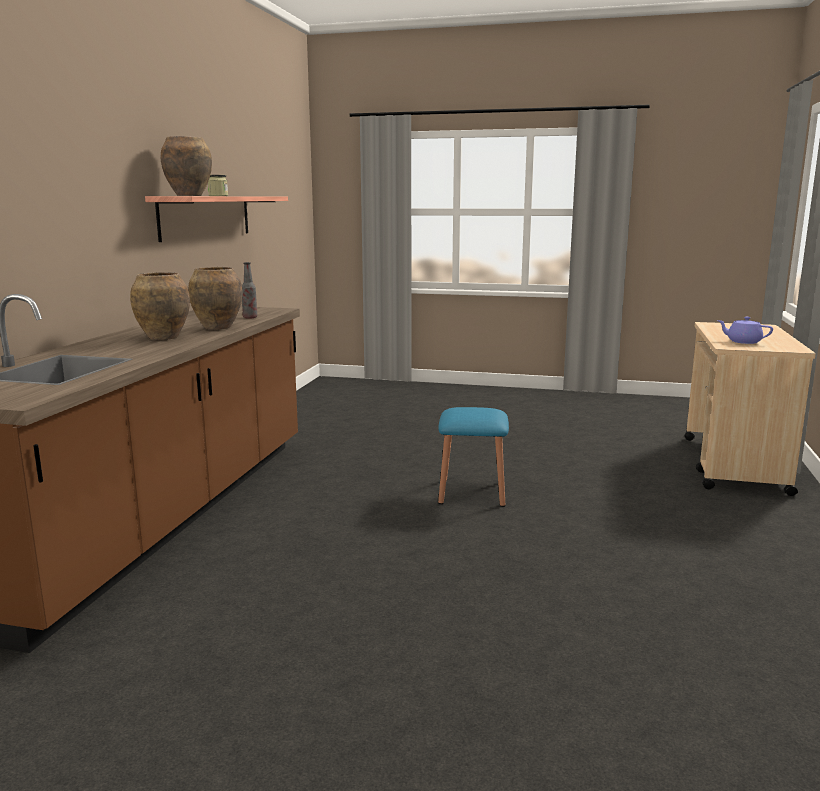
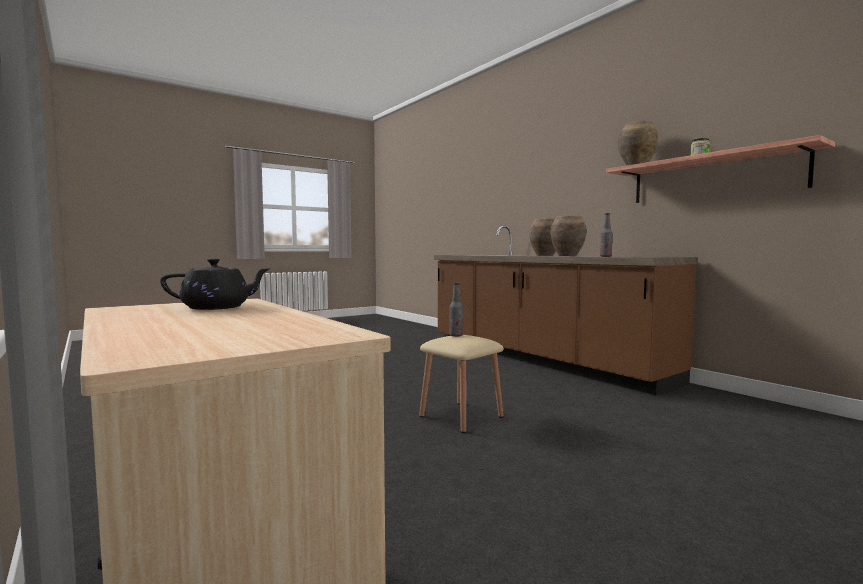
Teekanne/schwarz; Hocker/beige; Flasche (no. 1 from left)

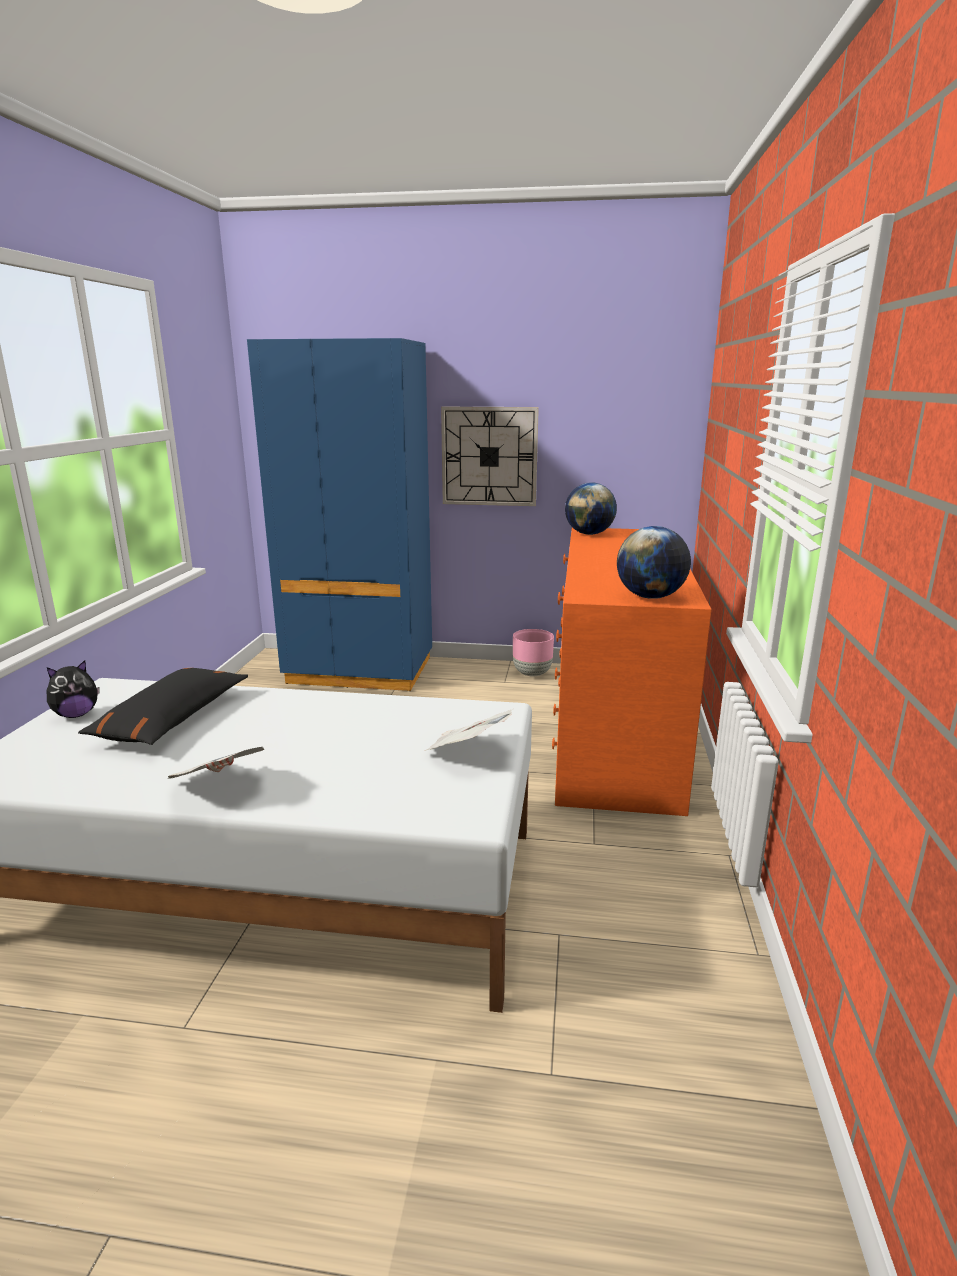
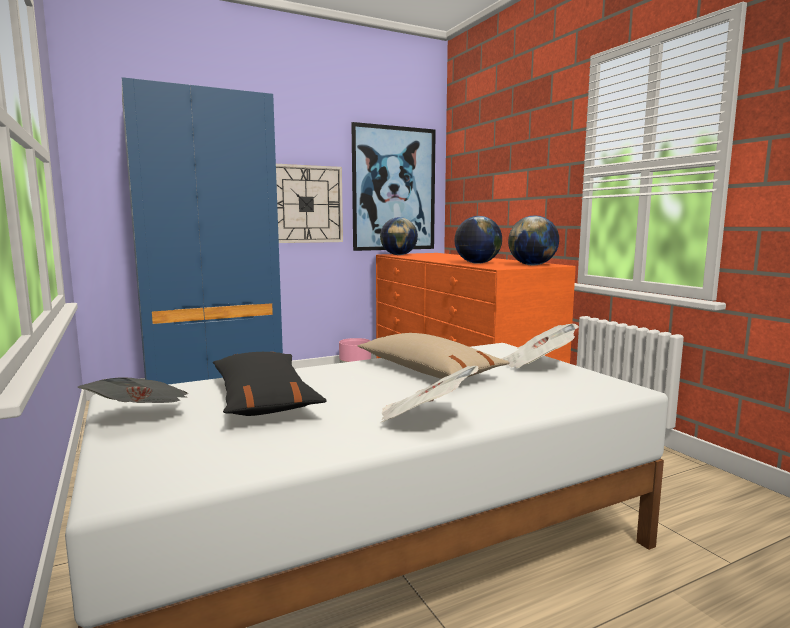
Zeitung (no. 1 from left); Bild; Globus (no. 2 from left); Kissen/beige

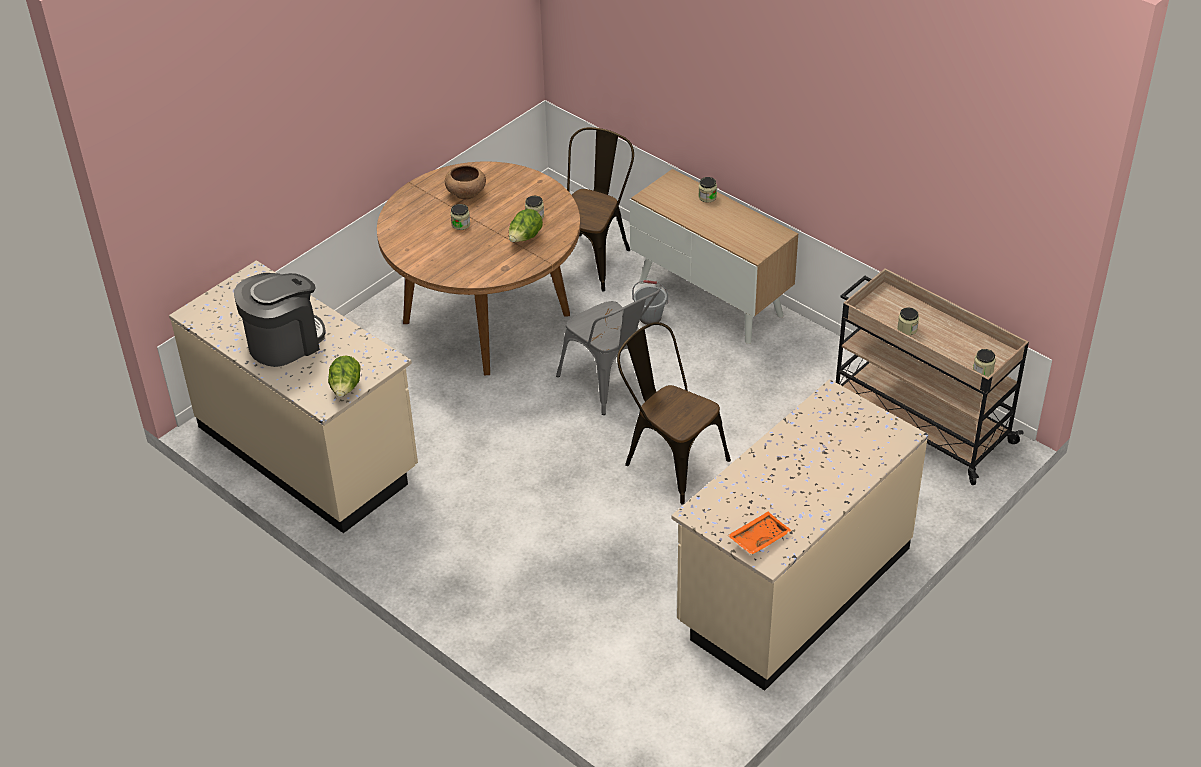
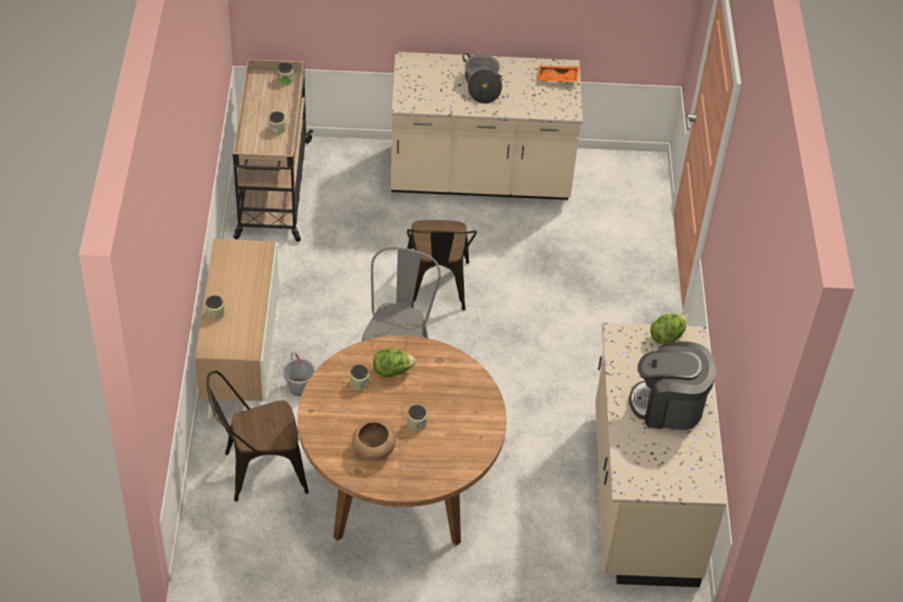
Kochtopf

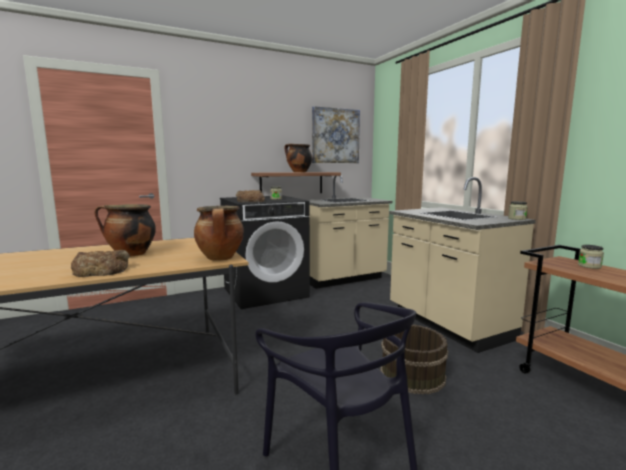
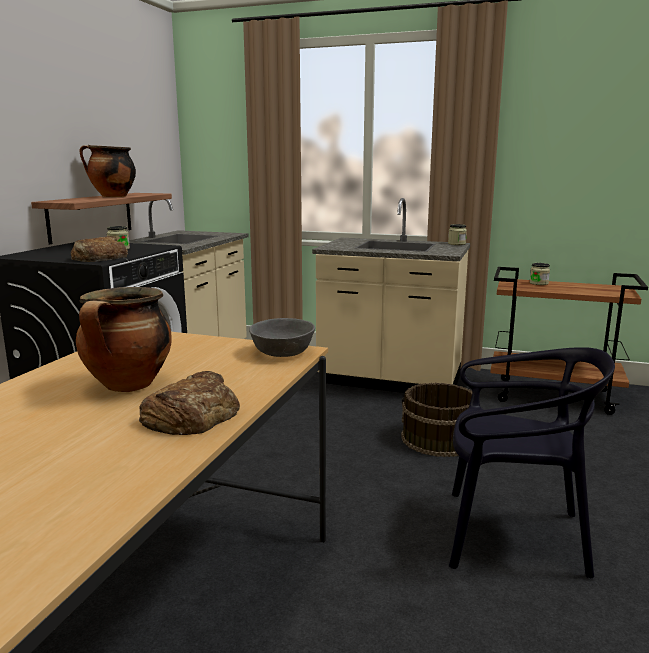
Bild; Schüssel/grau

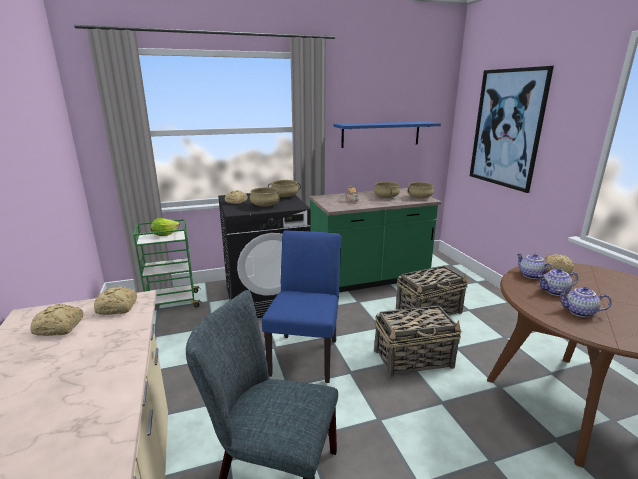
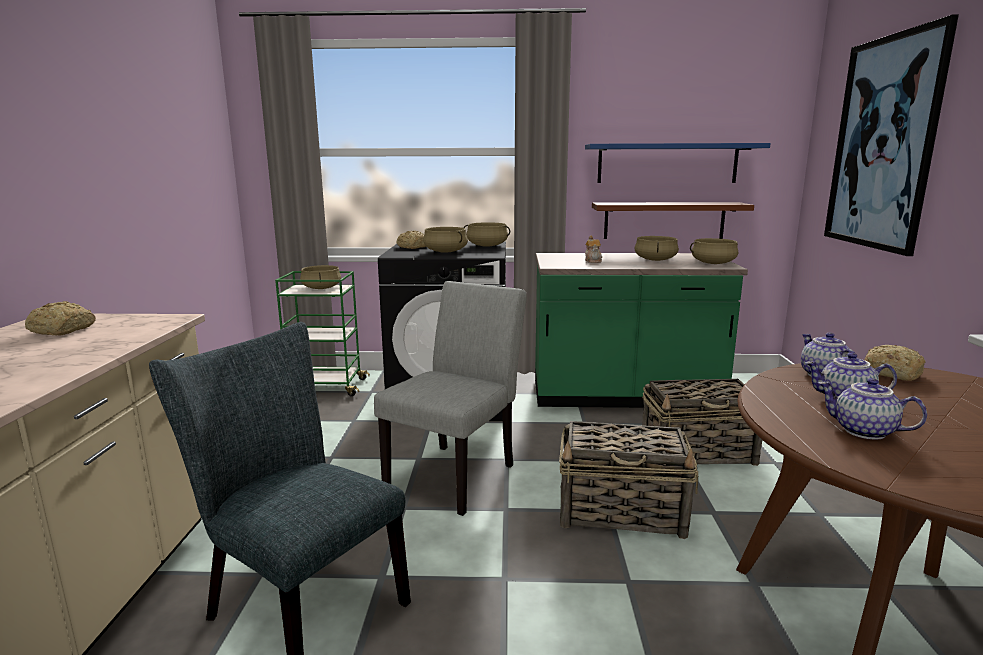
Kochtopf/beige (no. 1 from left); Stuhl/grau (no. 2 from left); Brot (no. 2 from left in the first image); Wandregal/braun

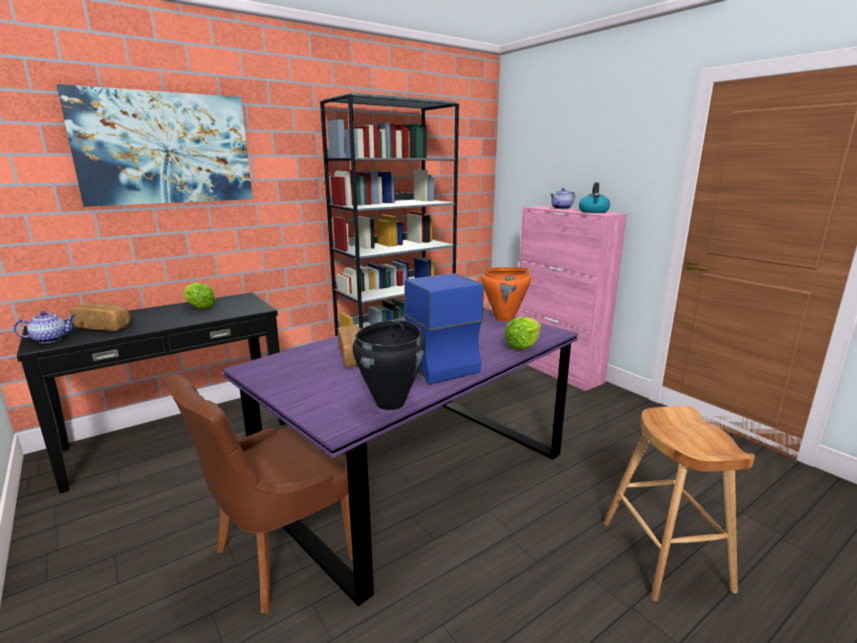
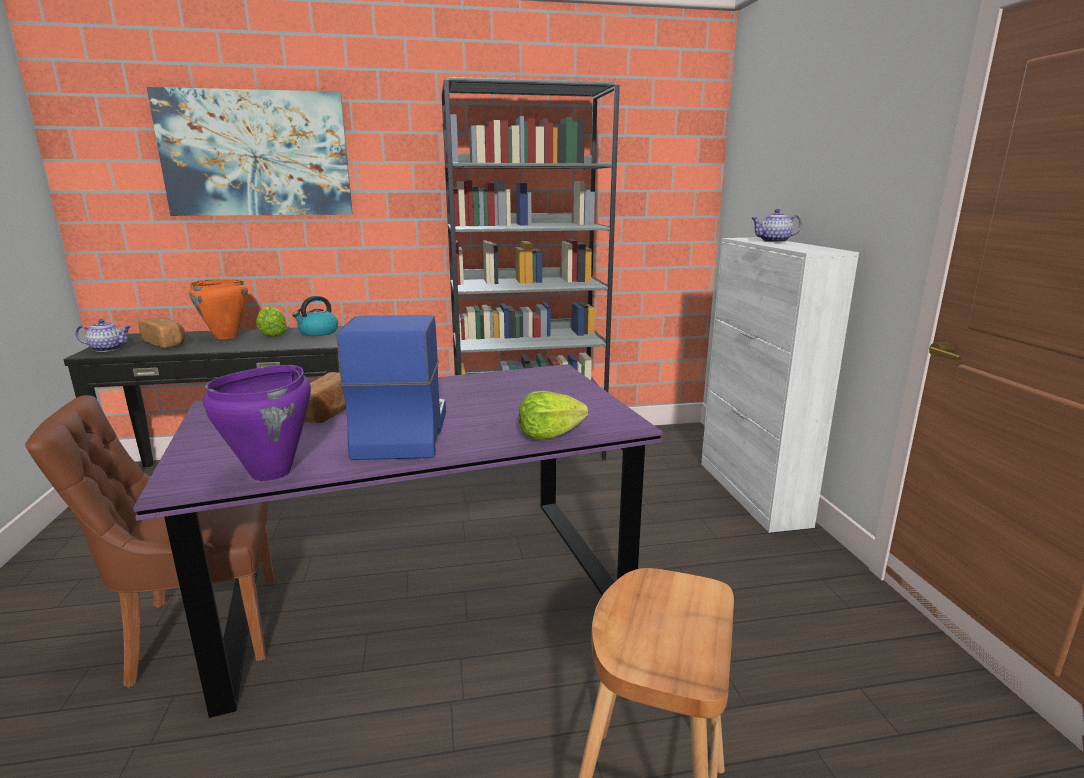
Wasserkessel; Schrank/weiß; Kochtopf/orange; Kochtopf/lila

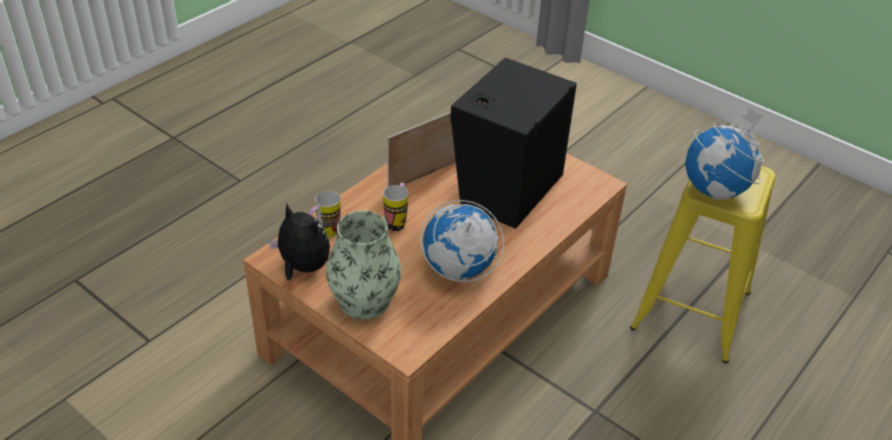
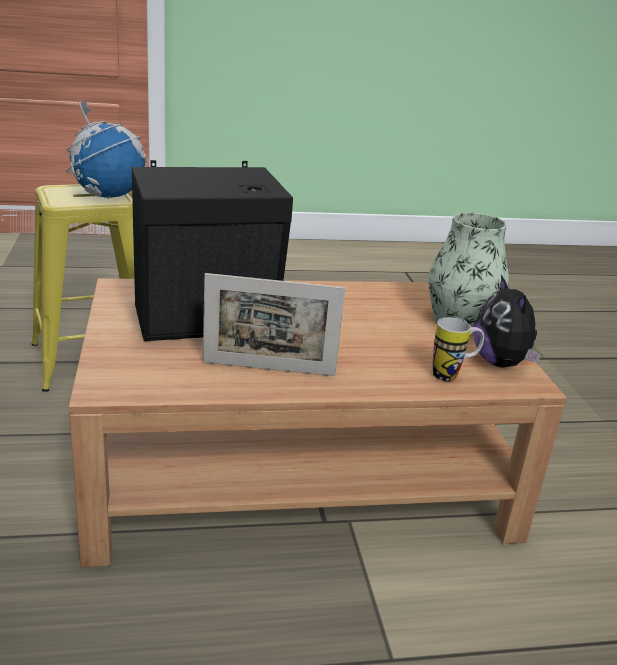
Henkelbecher (no. 2 from left in the first image); Globus (no. 1 from left in the first image)

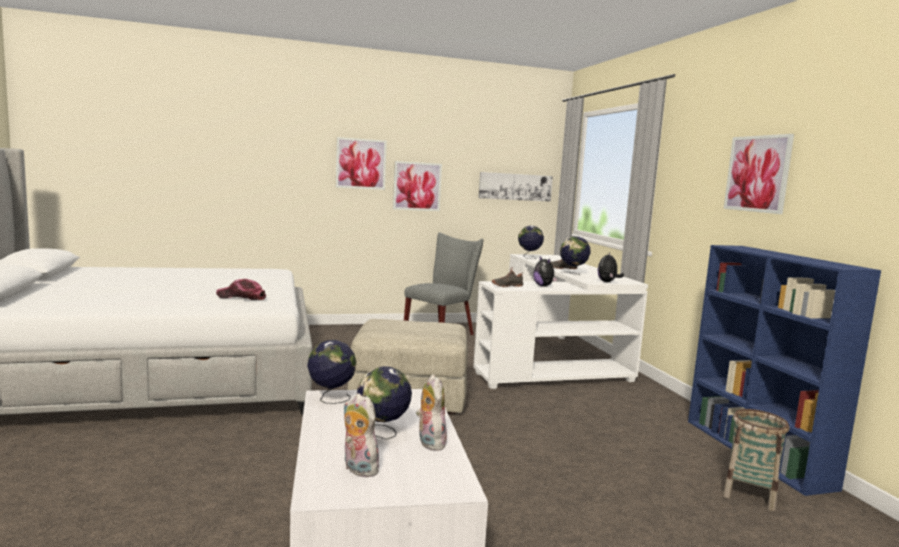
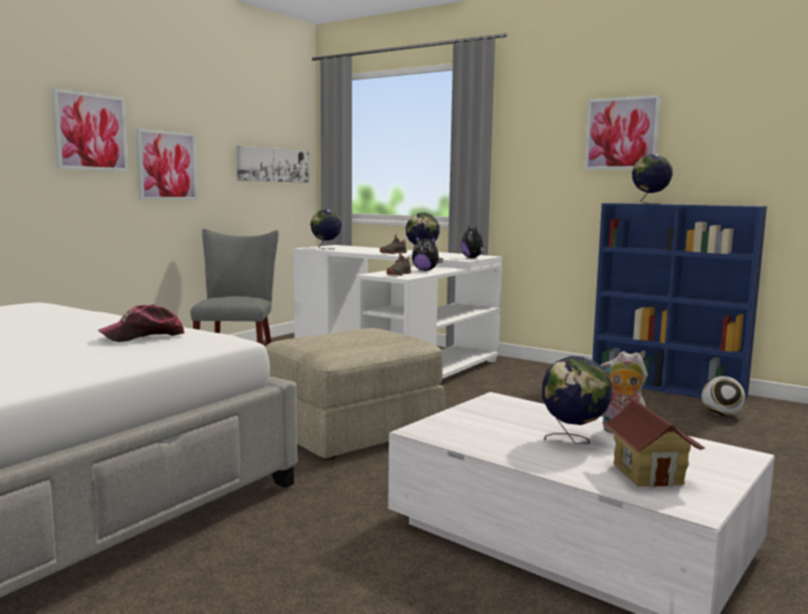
Globus (no. 4 from left); Spielzeughaus; Fußball

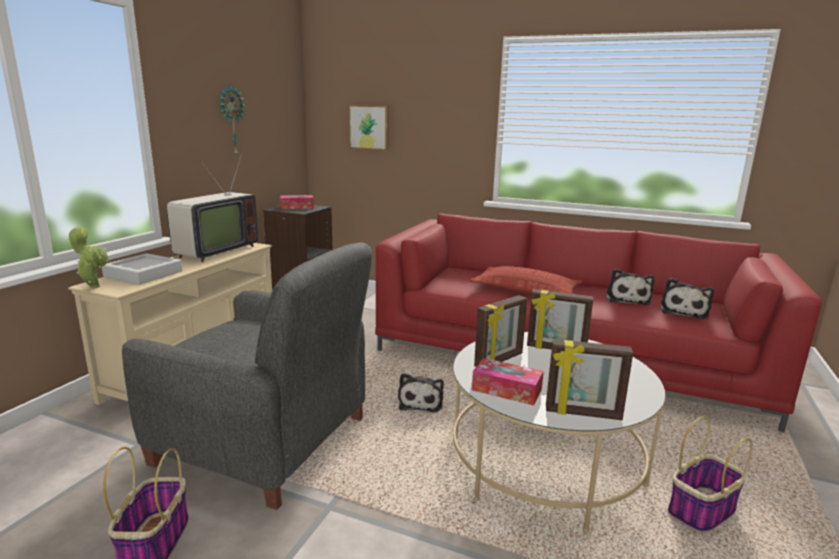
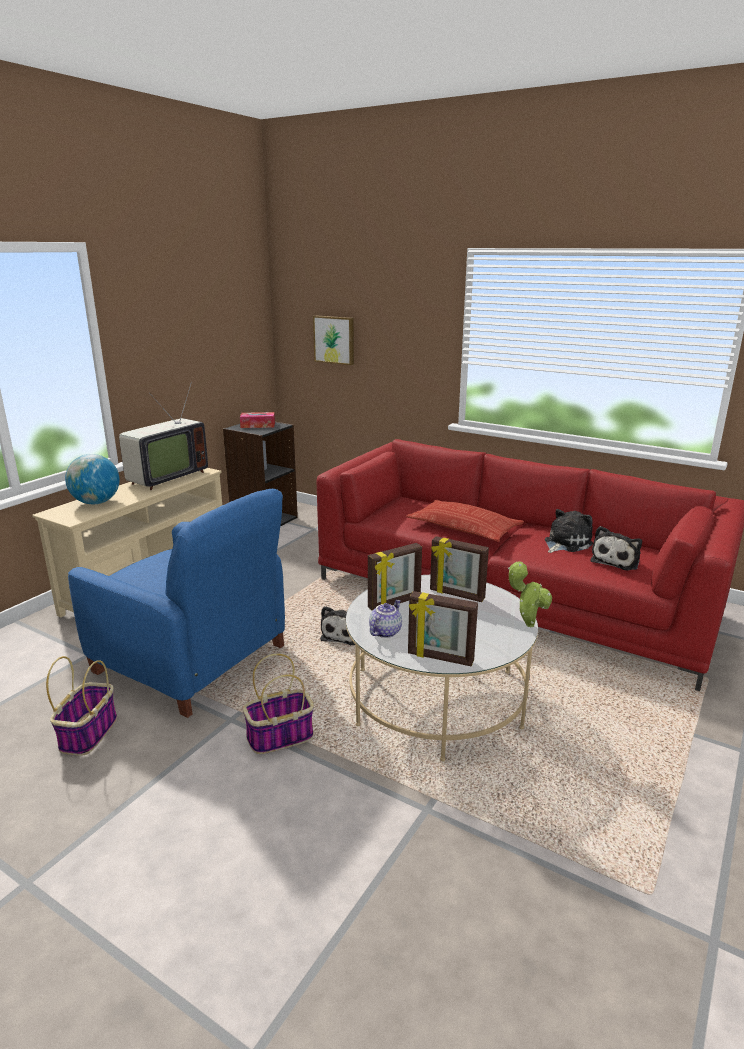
Wanduhr; Topfpflanze; Sessel/blau; Globus; Plüschtier (no. 2 from left); Teekanne; Korb (no. 2 from left)

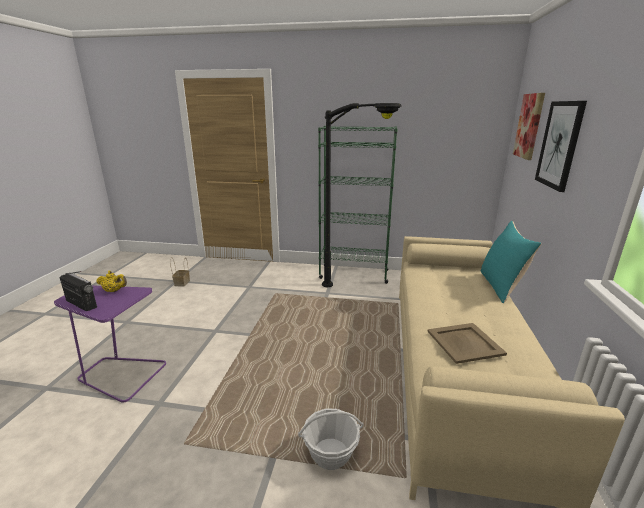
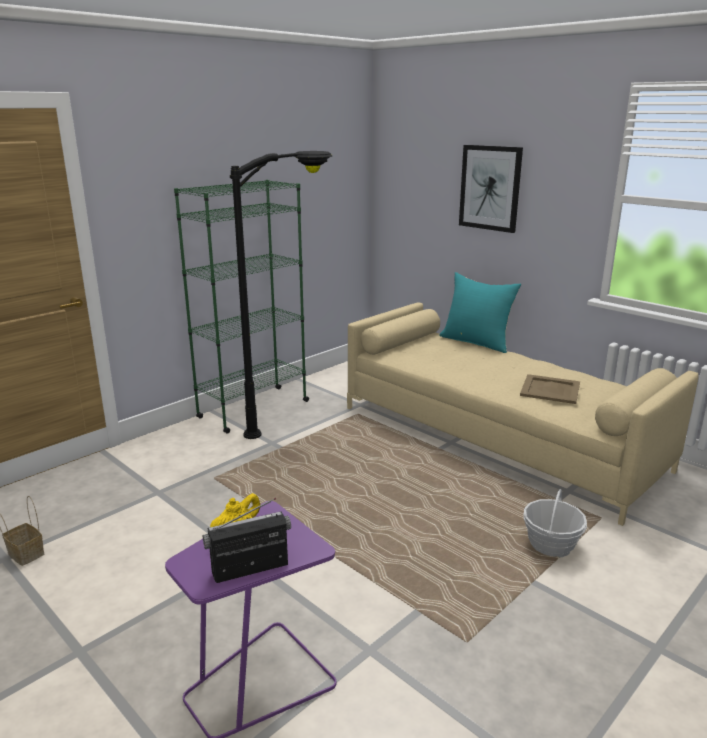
Bild (no. 1 from left in the first image)

